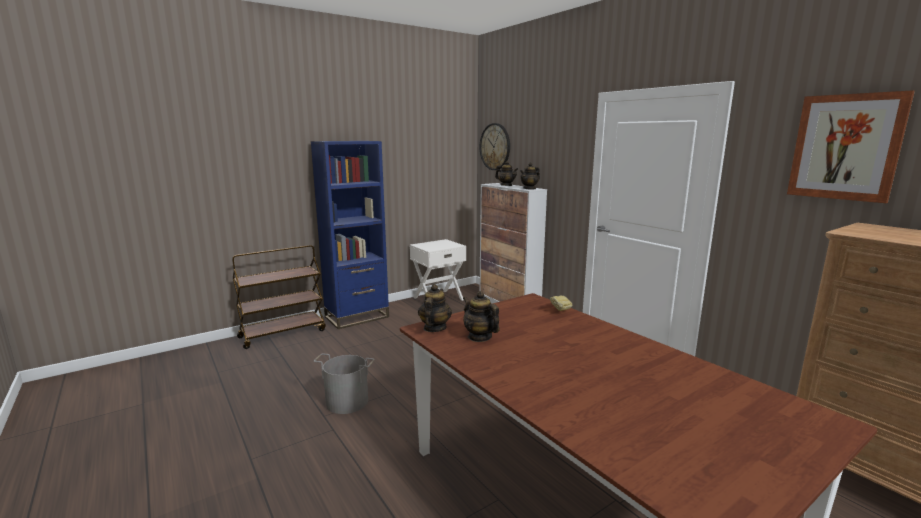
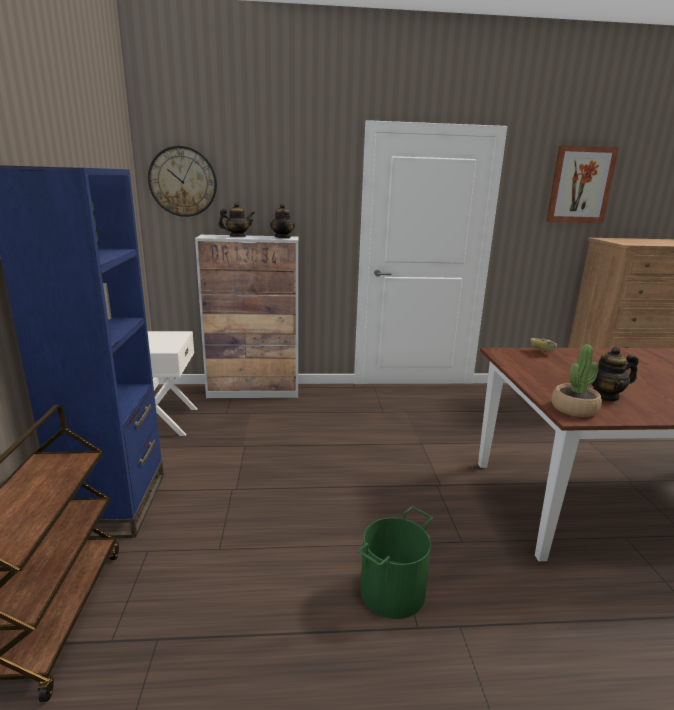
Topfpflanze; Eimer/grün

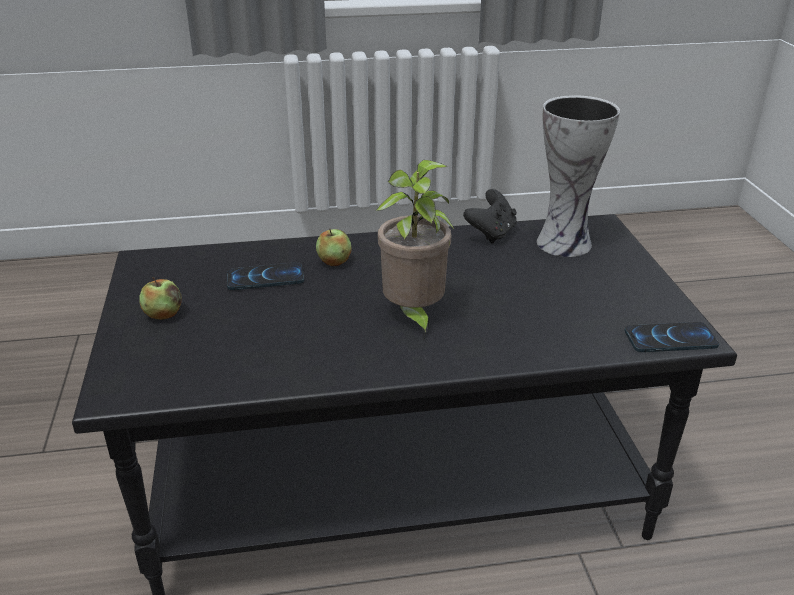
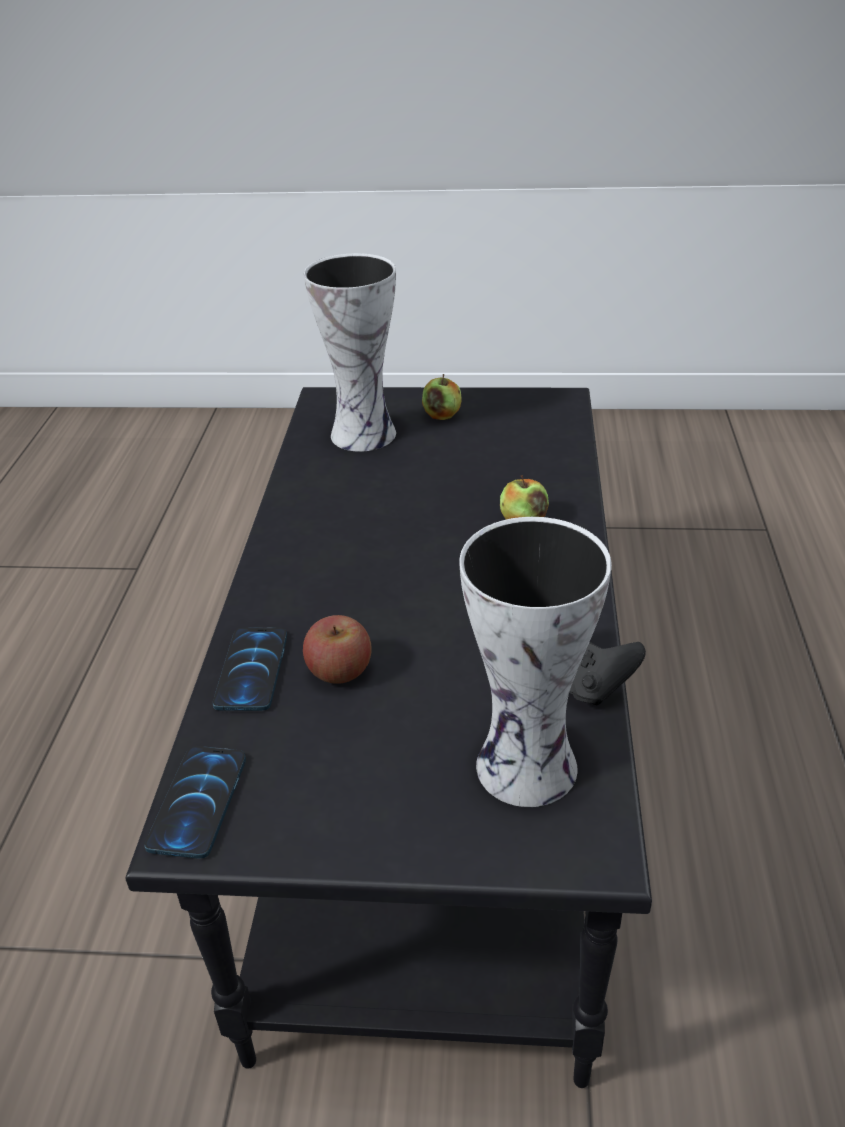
Topfpflanze; Handy (no. 2 from left); Vase (no. 1 from left); Apfel (no. 1 from left)

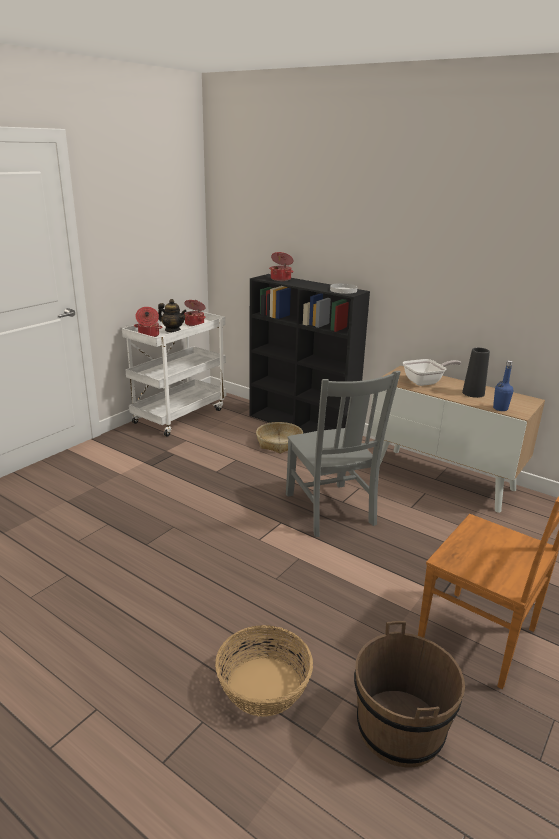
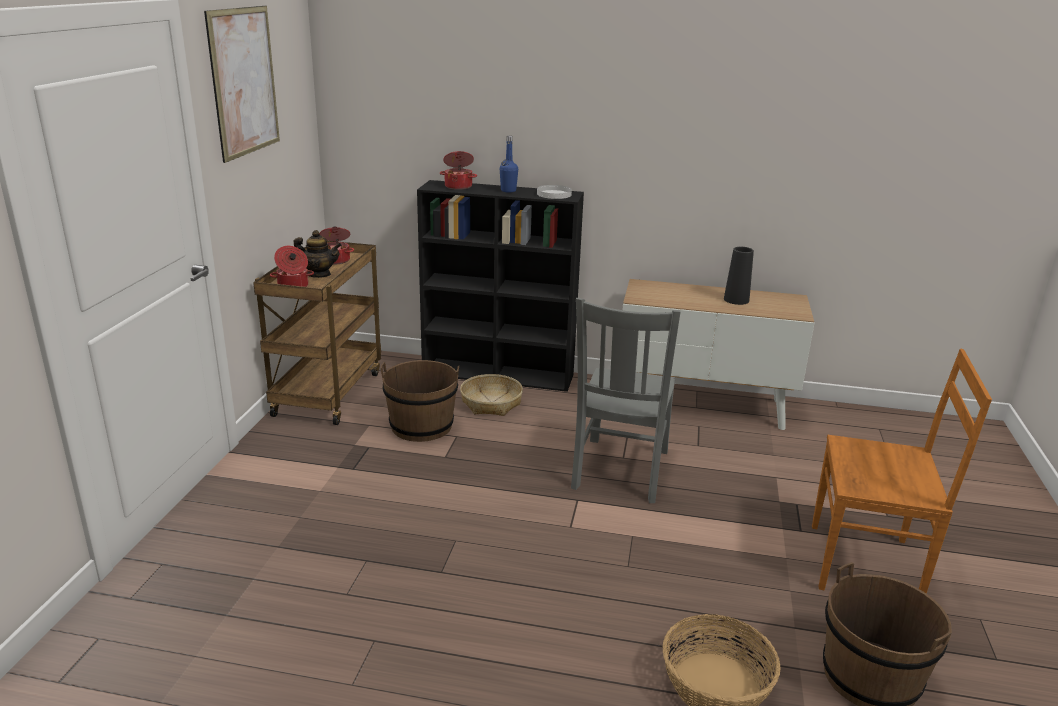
Rollwagen/braun; Pfanne; Flasche/blau; Stuhl/grau; Bild; Eimer/braun (no. 1 from left)

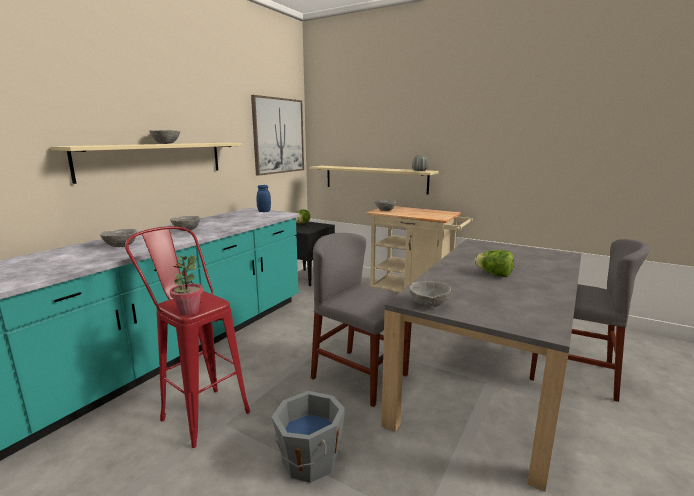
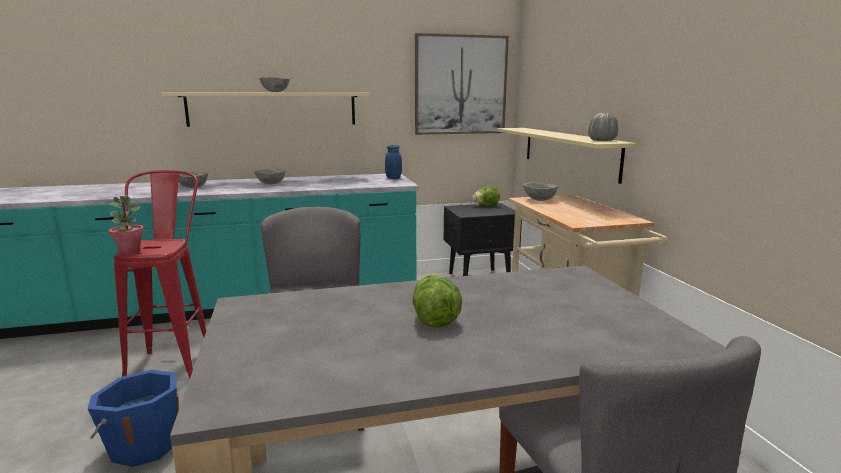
Schüssel/grau (no. 5 from left in the first image); Eimer/blau

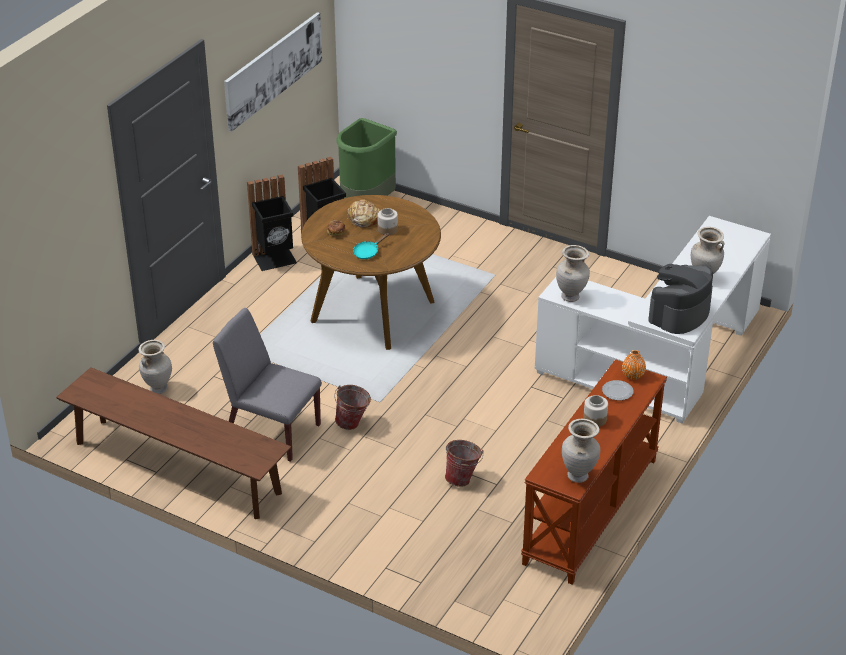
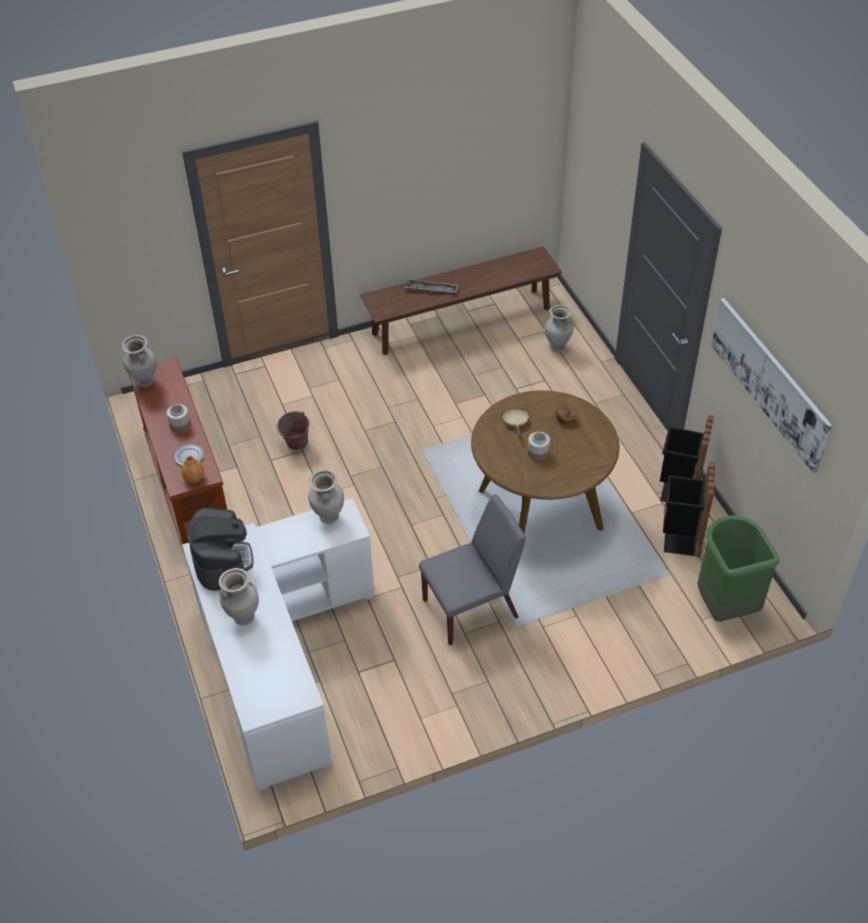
Brot (no. 2 from left in the first image); Pfanne/beige; Stuhl/grau; Eimer (no. 1 from left in the first image); Tablett

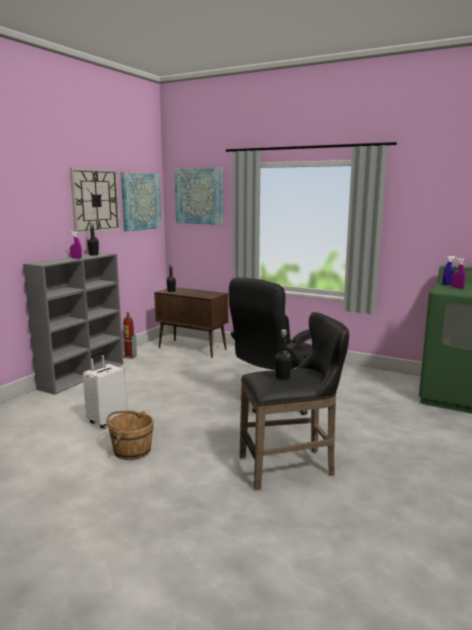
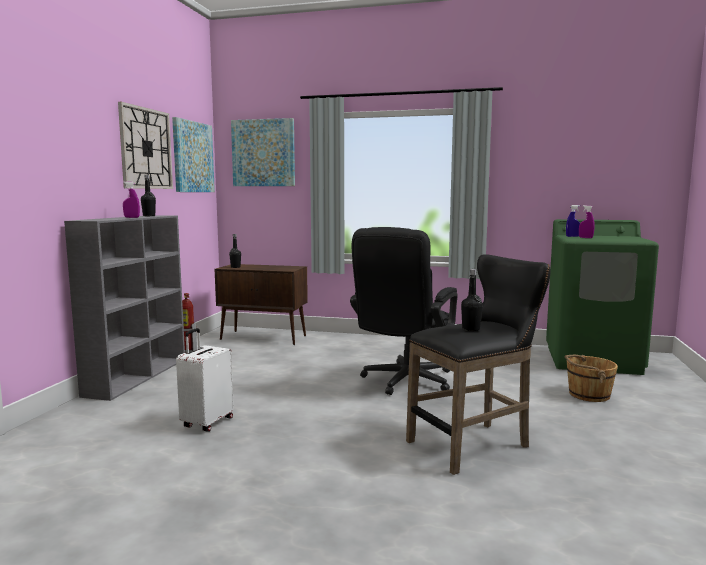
Eimer/braun

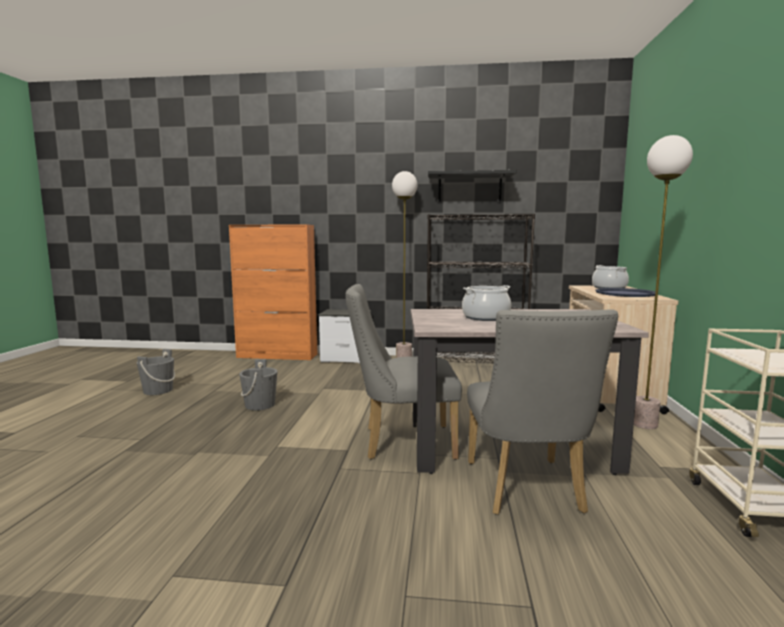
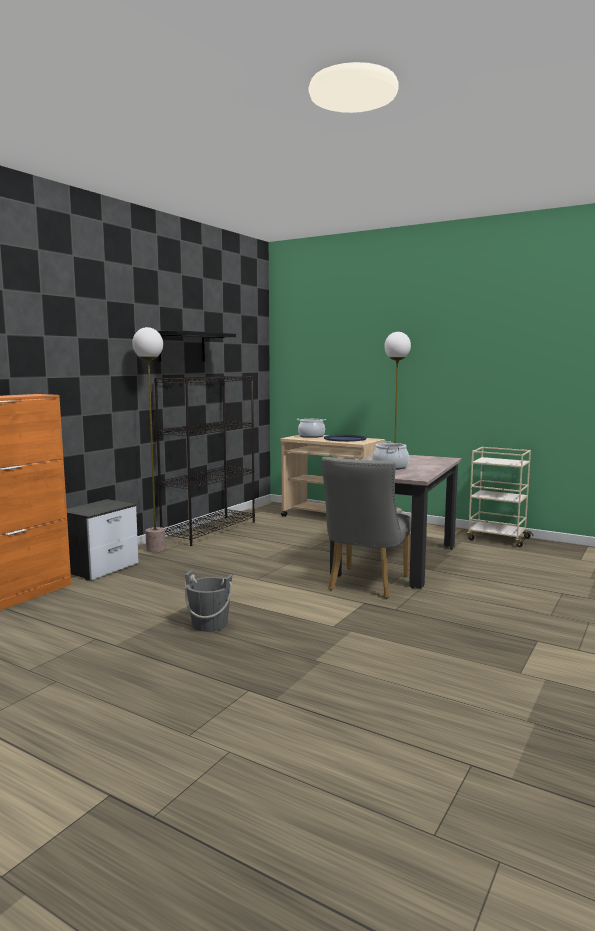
Stuhl/grau (no. 2 from left in the first image); Eimer/grau (no. 1 from left in the first image)

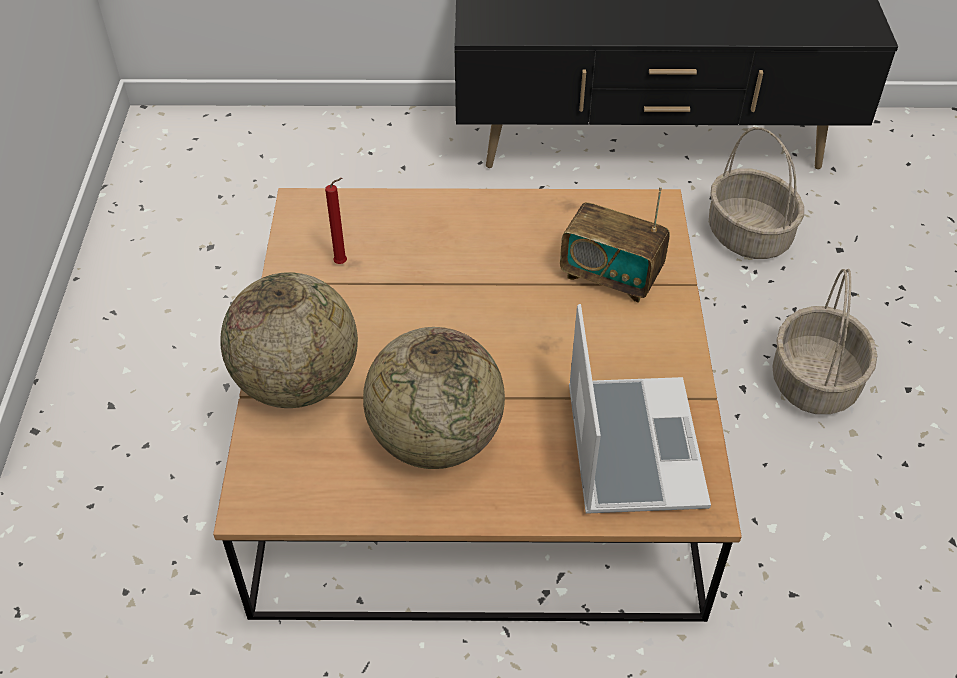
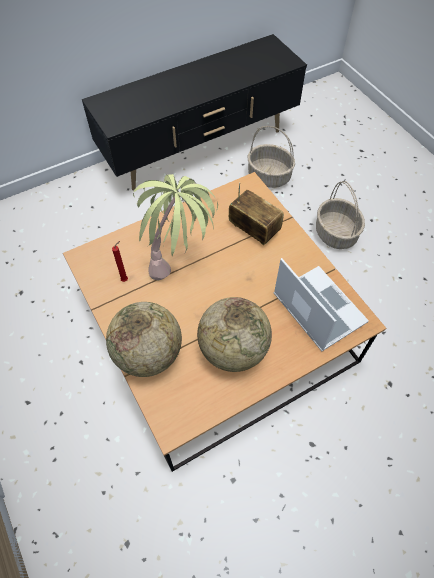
Radio; Topfpflanze

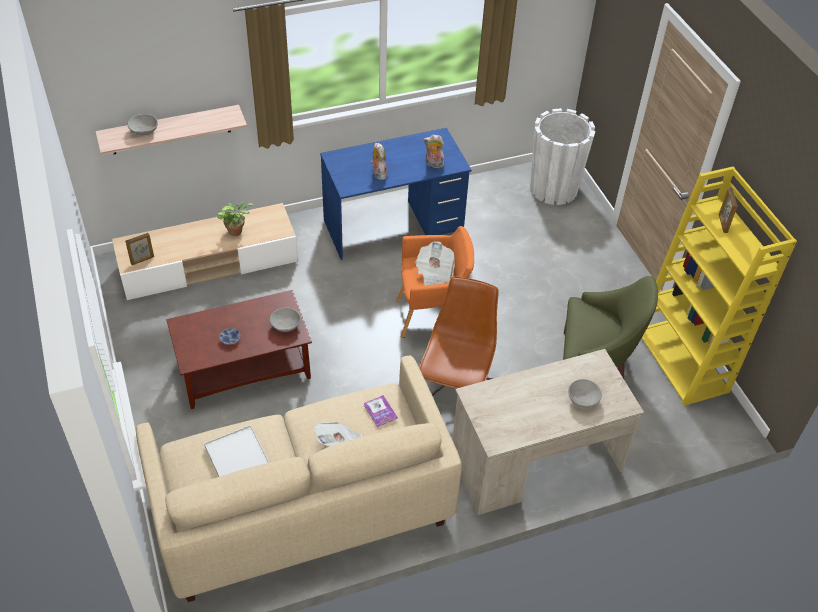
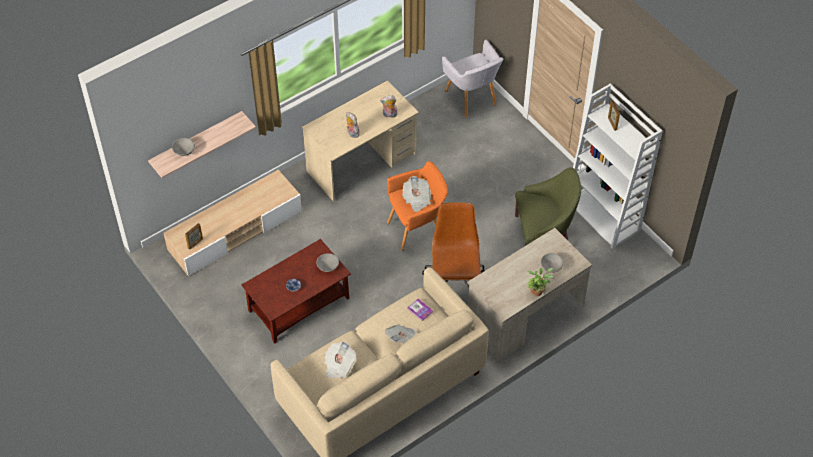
Sessel/grau; Schreibtisch/beige (no. 1 from left); Bücherregal/weiß; Topfpflanze; Zeitung (no. 1 from left)

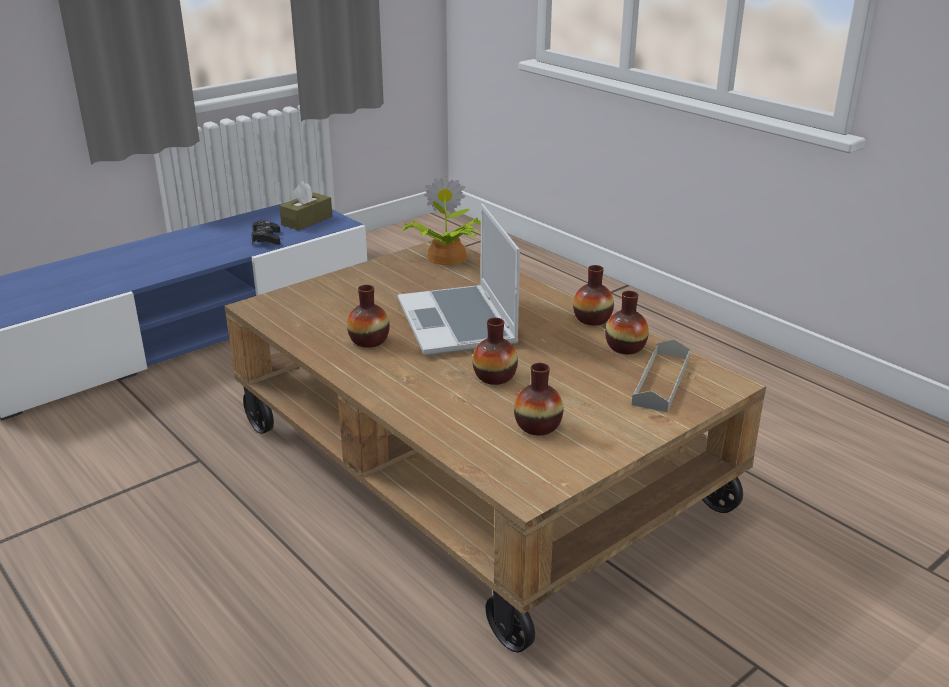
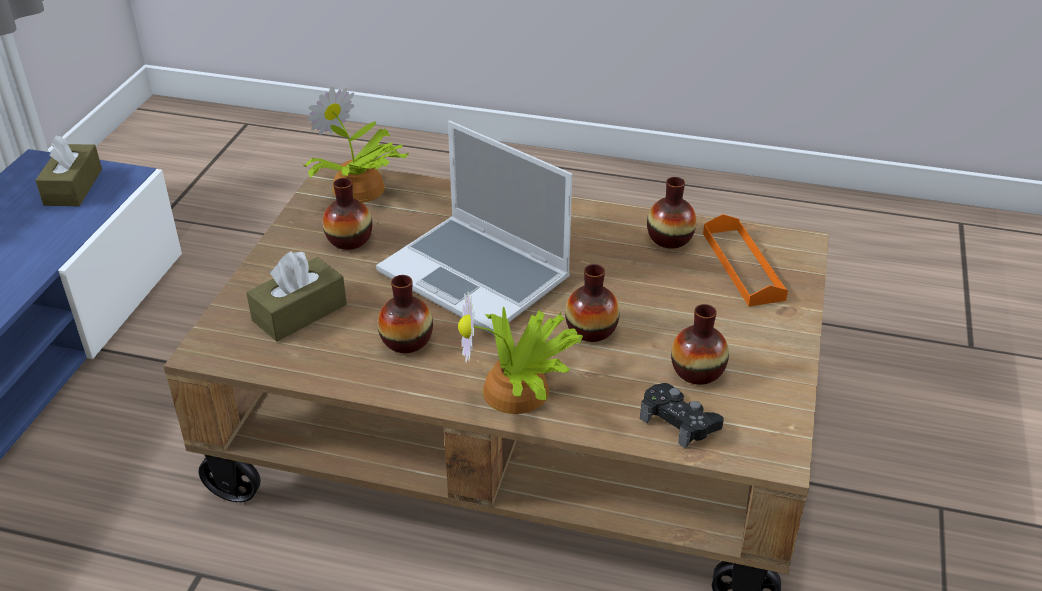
Gamepad/schwarz; Vase (no. 1 from left); Tablett/orange; Taschentuchbox/braun (no. 2 from left); Topfpflanze (no. 2 from left)

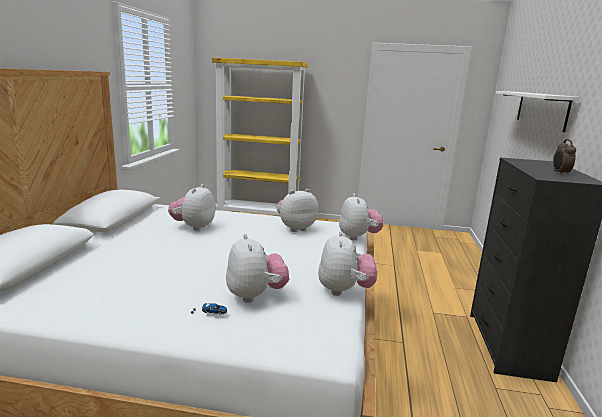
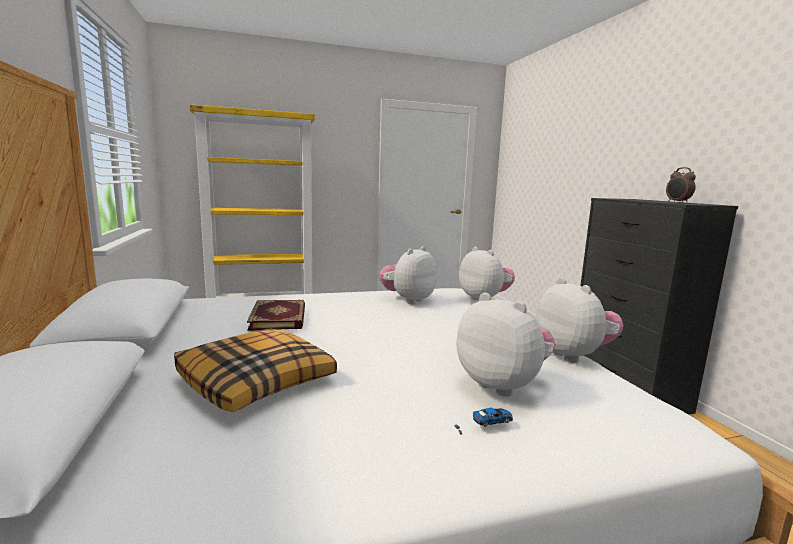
Wandregal/weiß; Buch; Kissen

